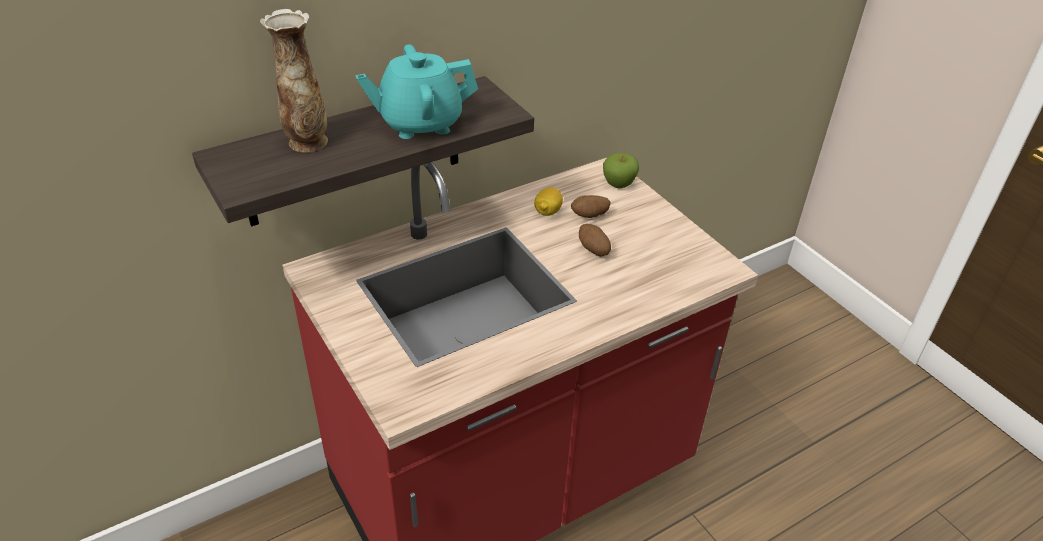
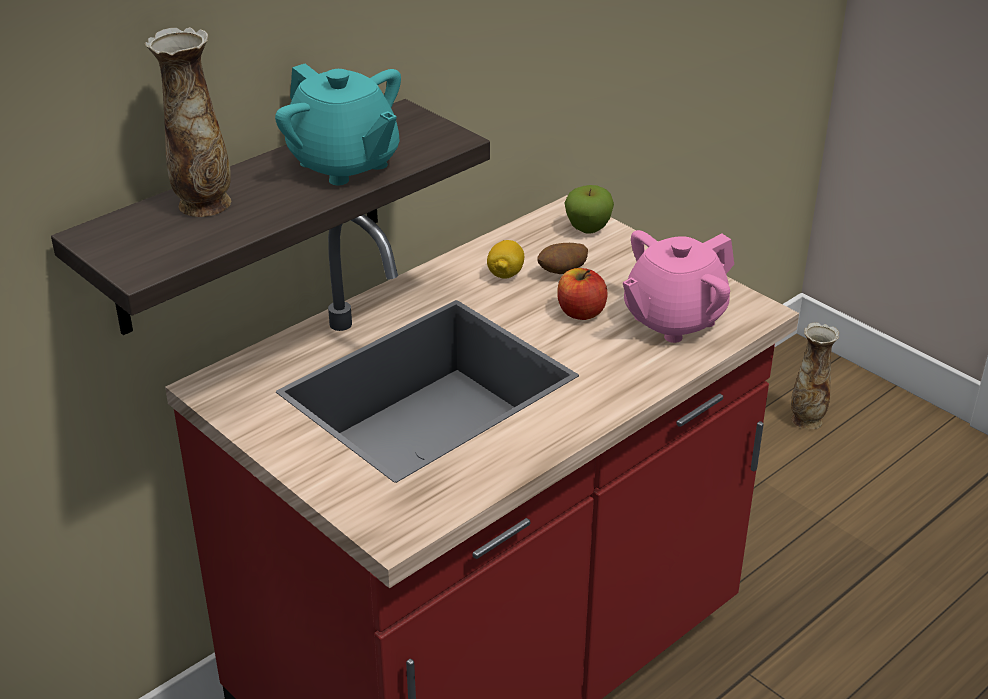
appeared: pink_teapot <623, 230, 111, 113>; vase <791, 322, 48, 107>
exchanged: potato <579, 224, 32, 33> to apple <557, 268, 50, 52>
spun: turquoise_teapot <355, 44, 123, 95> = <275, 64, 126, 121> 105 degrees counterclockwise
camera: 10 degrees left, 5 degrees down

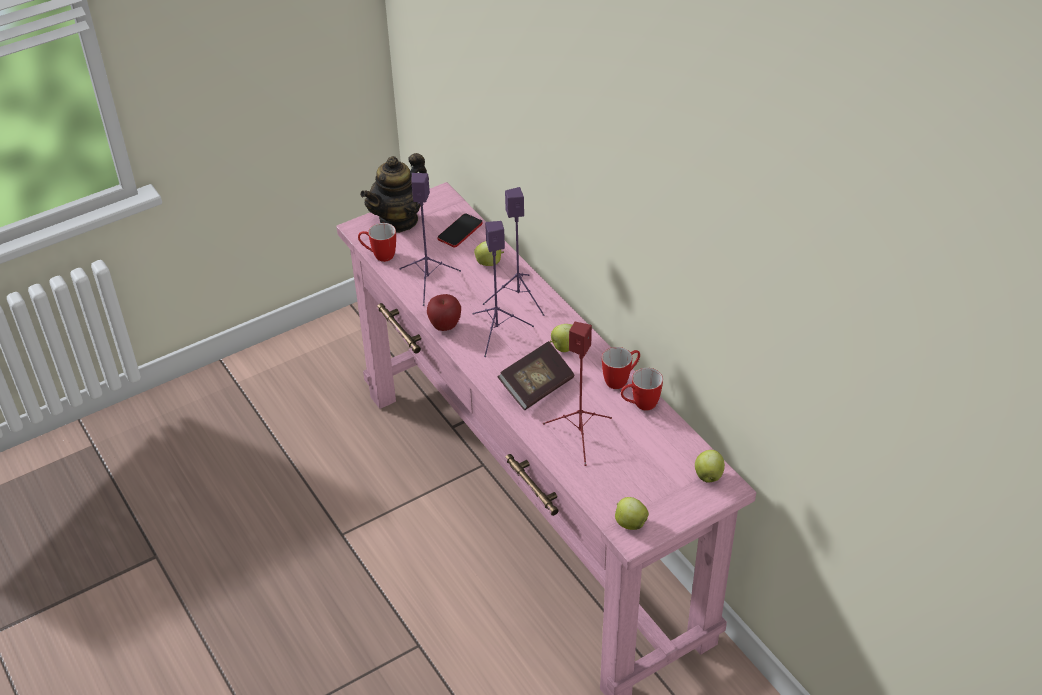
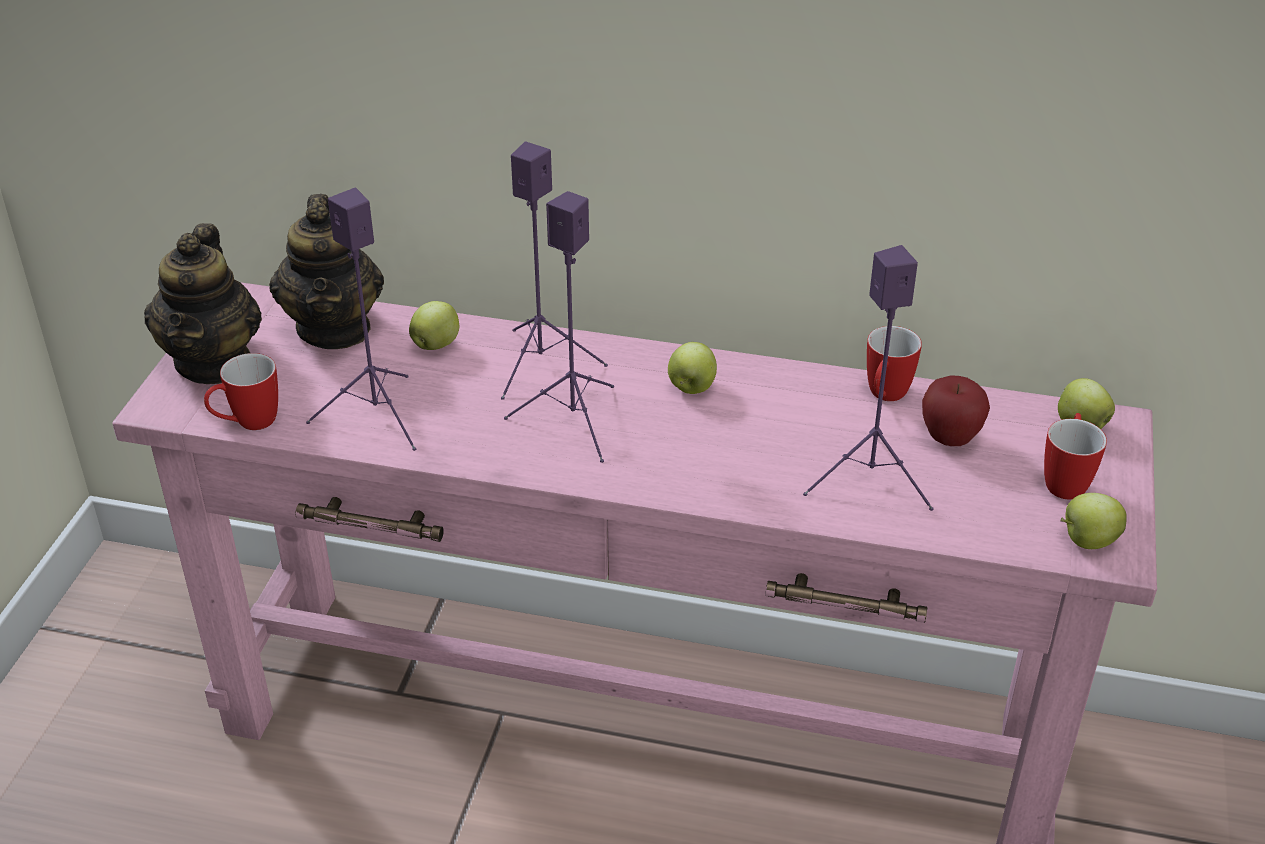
missing: book <498, 341, 76, 69>
relocated: apple <427, 294, 34, 37> to <922, 376, 68, 70>; mug <602, 347, 38, 42> to <1044, 413, 63, 86>
exchanged: phone <438, 213, 45, 35> to teapot <269, 194, 115, 155>
colour: red_speaker <543, 322, 69, 144> to purple_speaker <803, 245, 131, 266>
camera: 45 degrees left, 5 degrees down

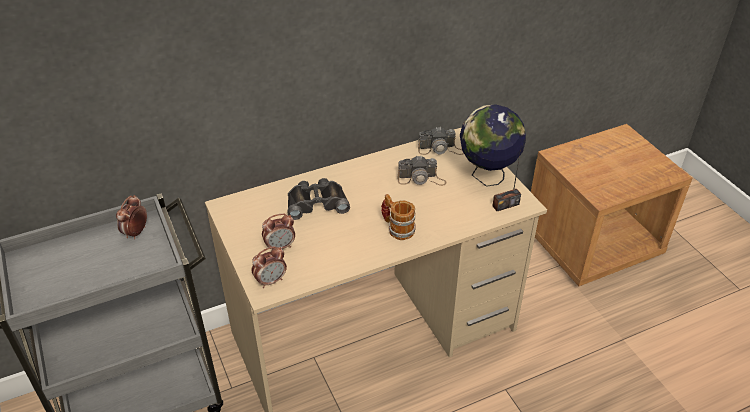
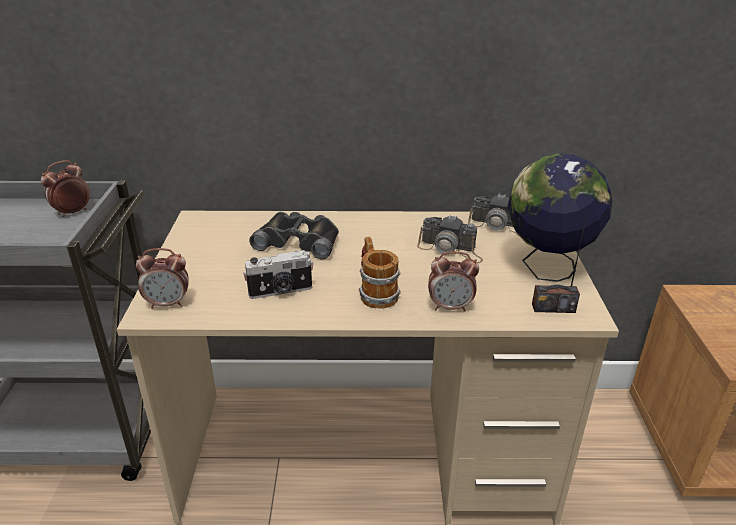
appeared: photo_camera <243, 250, 70, 49>
relocated: alarm_clock <262, 214, 33, 35> to <428, 251, 51, 61>
camera: 25 degrees right, 10 degrees down

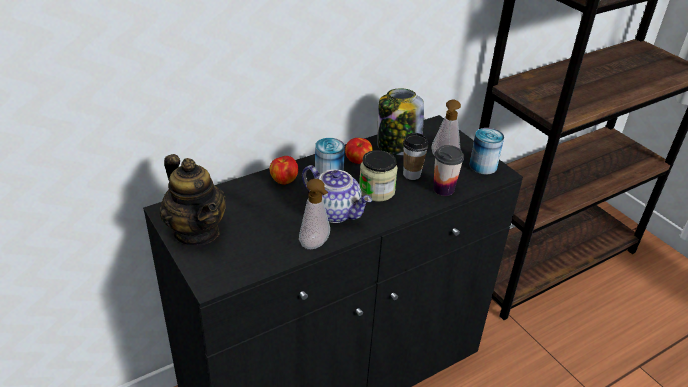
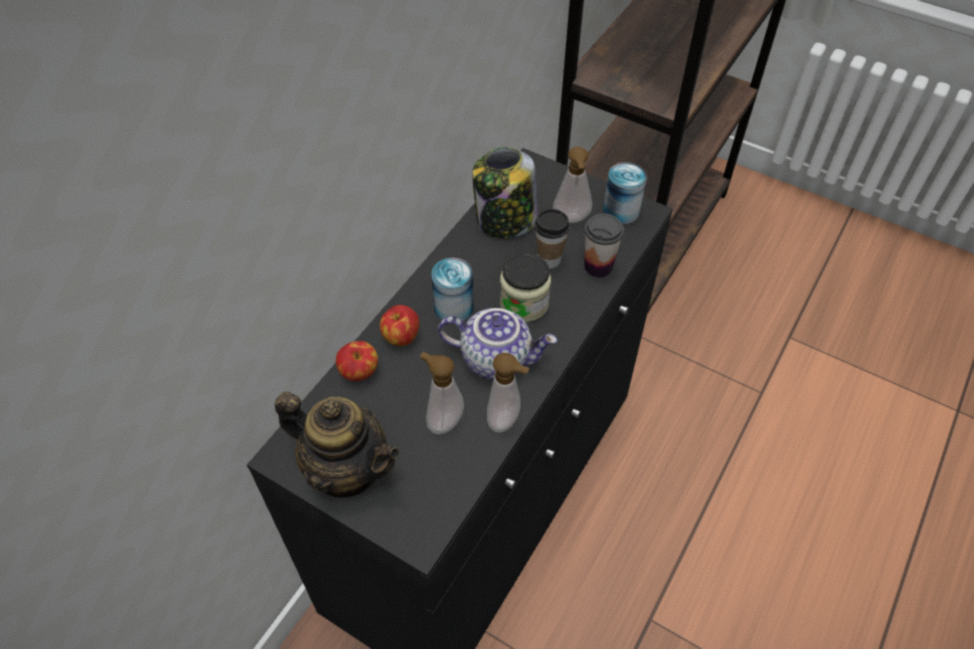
appeared: soap_dispenser <420, 352, 44, 82>
relocated: apple <345, 138, 28, 26> to <336, 341, 42, 40>
camera: 25 degrees left, 15 degrees up

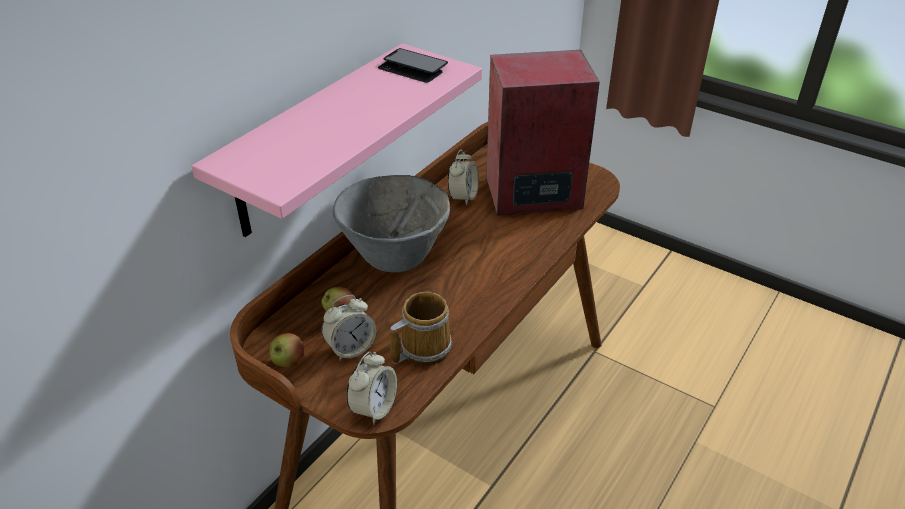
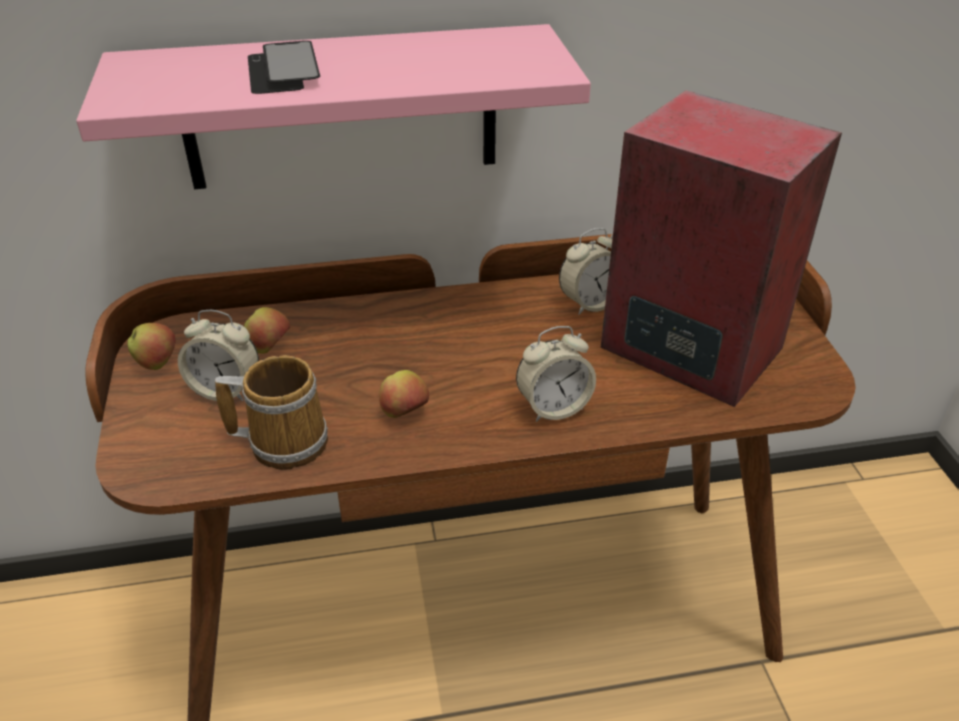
missing: grey_bowl <332, 175, 118, 97>
appeared: apple <379, 370, 50, 48>
relocated: phone <378, 48, 70, 35> to <248, 41, 72, 53>; alarm_clock <346, 352, 51, 73> to <516, 326, 80, 96>
camera: 45 degrees right, 0 degrees up

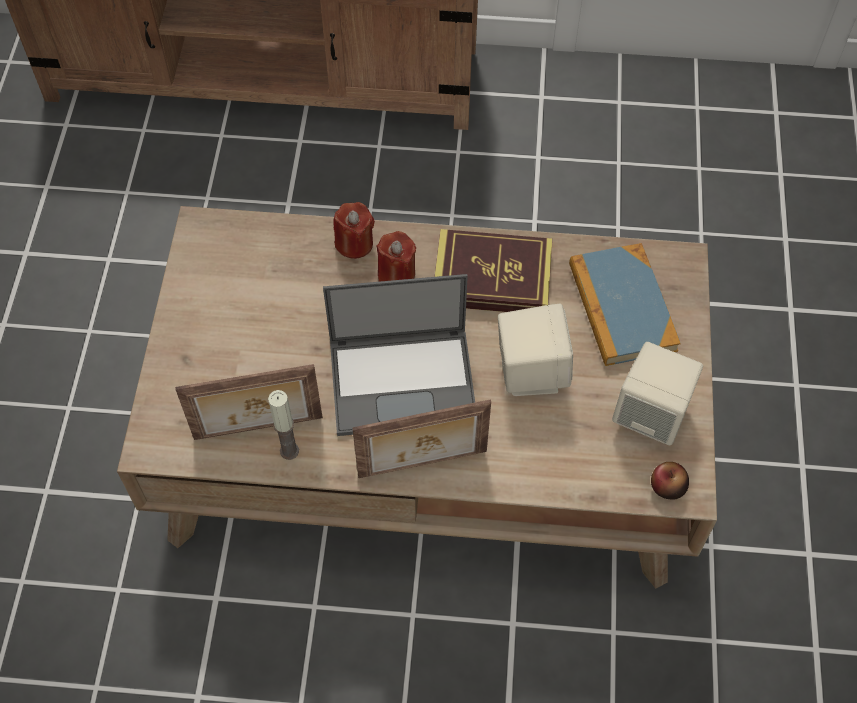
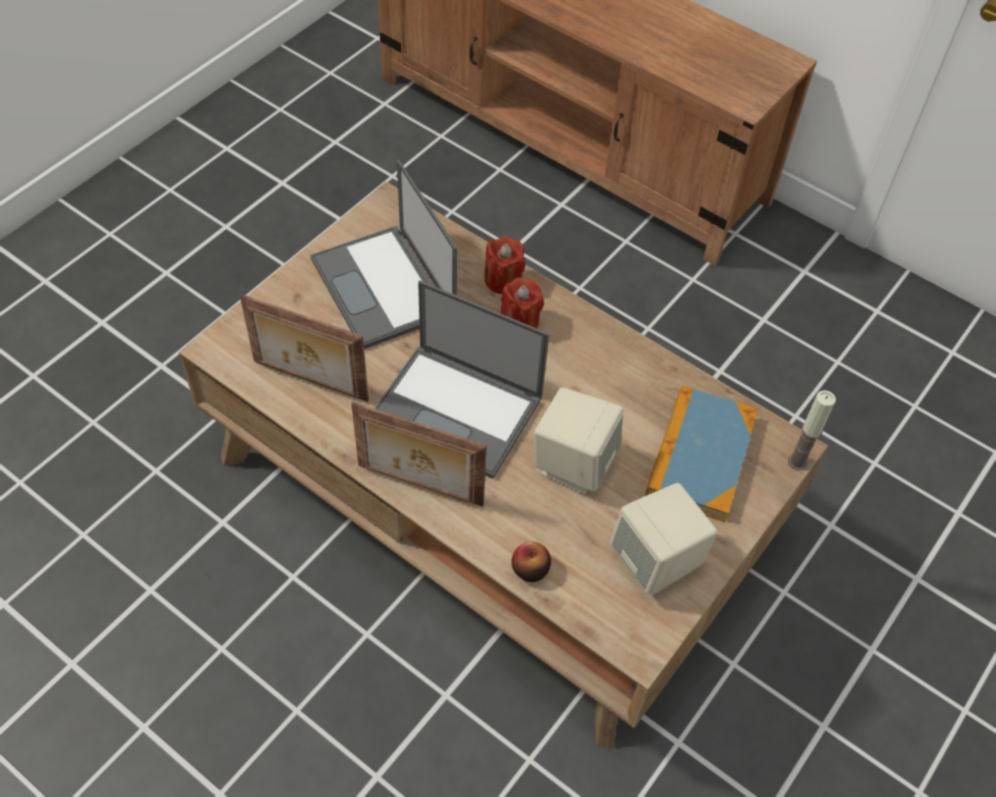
missing: book <435, 229, 117, 83>
appeared: laptop <310, 159, 147, 190>
relocated: candle <268, 390, 31, 70> to <788, 390, 48, 80>; apple <651, 462, 38, 37> to <511, 542, 40, 40>
camera: 30 degrees right, 5 degrees down

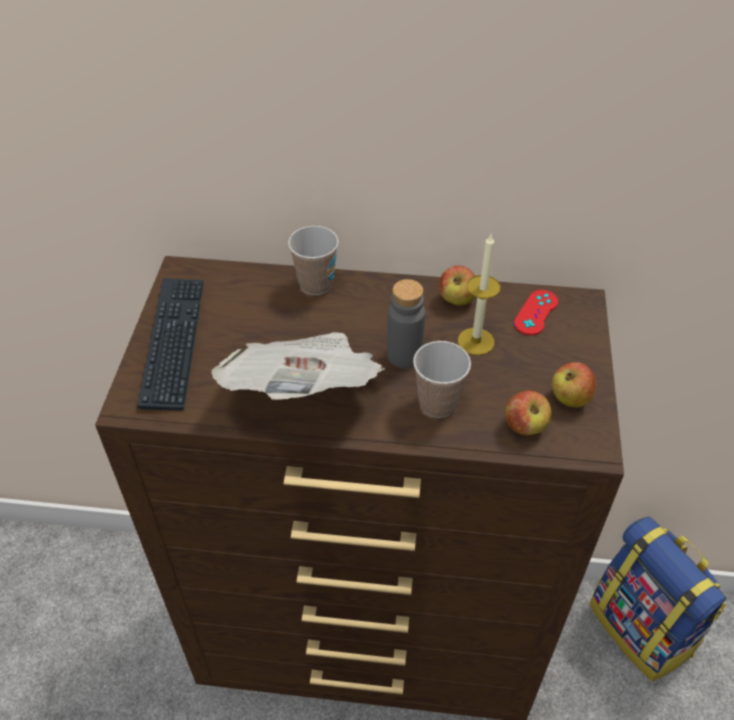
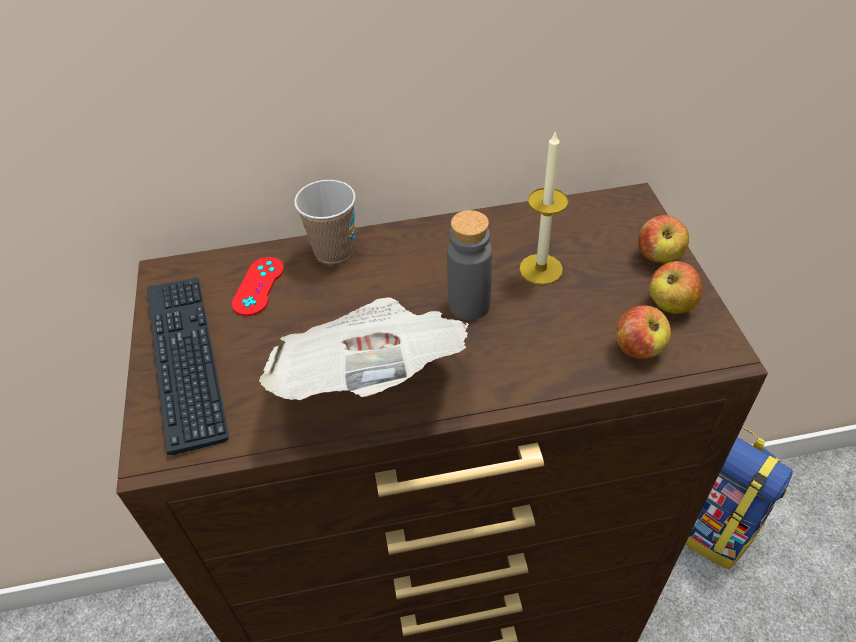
missing: cup <413, 341, 58, 77>
relocated: apple <438, 265, 37, 41> to <638, 215, 51, 49>; red_game_controller <514, 290, 44, 45> to <231, 257, 53, 59>
camera: 15 degrees left, 0 degrees up

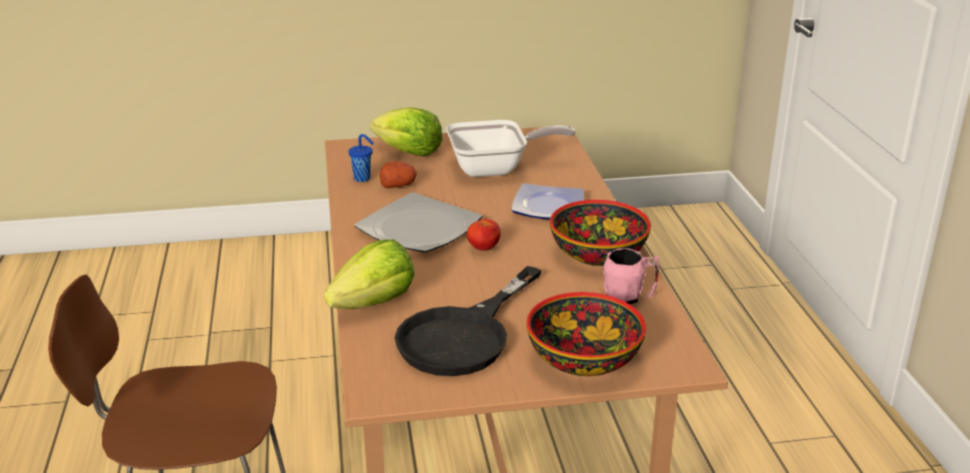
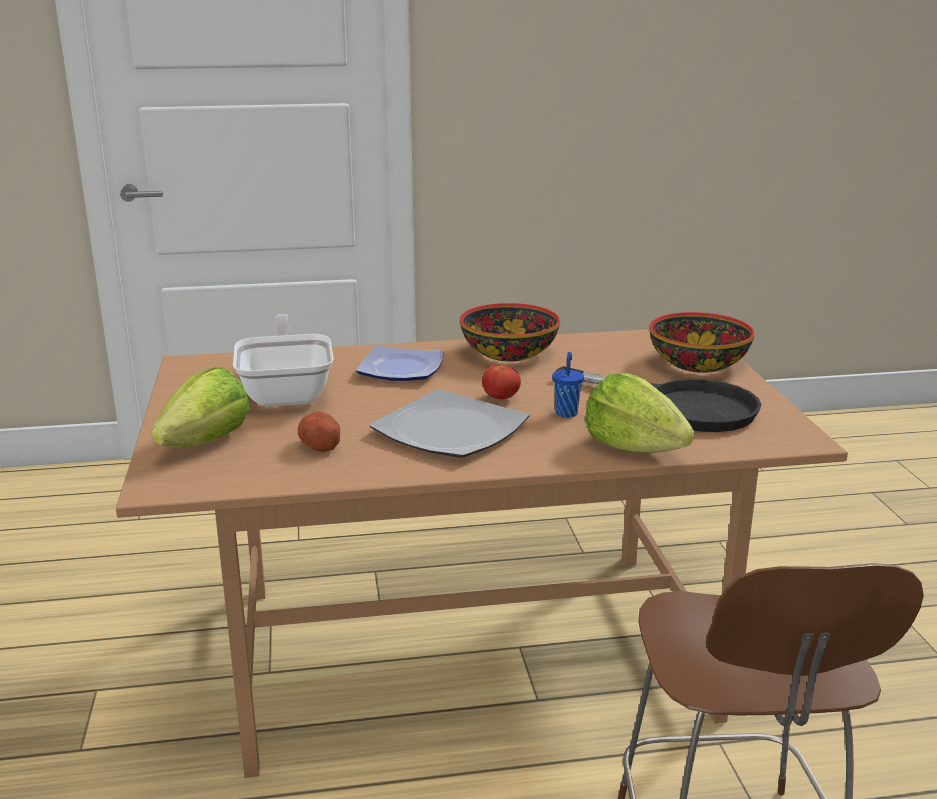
missing: pink_mug <603, 248, 57, 56>
relocated: blue_cup <348, 134, 26, 48> to <552, 352, 32, 66>
camera: 90 degrees left, 5 degrees down

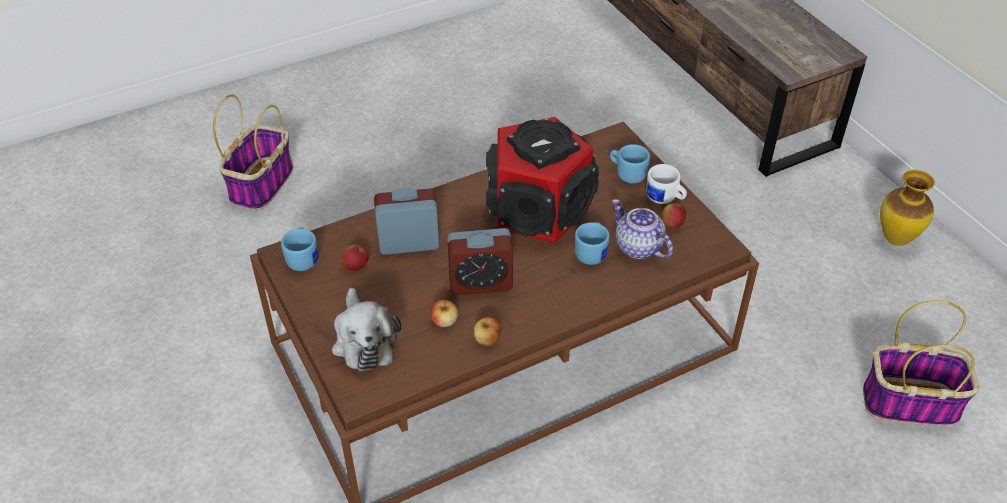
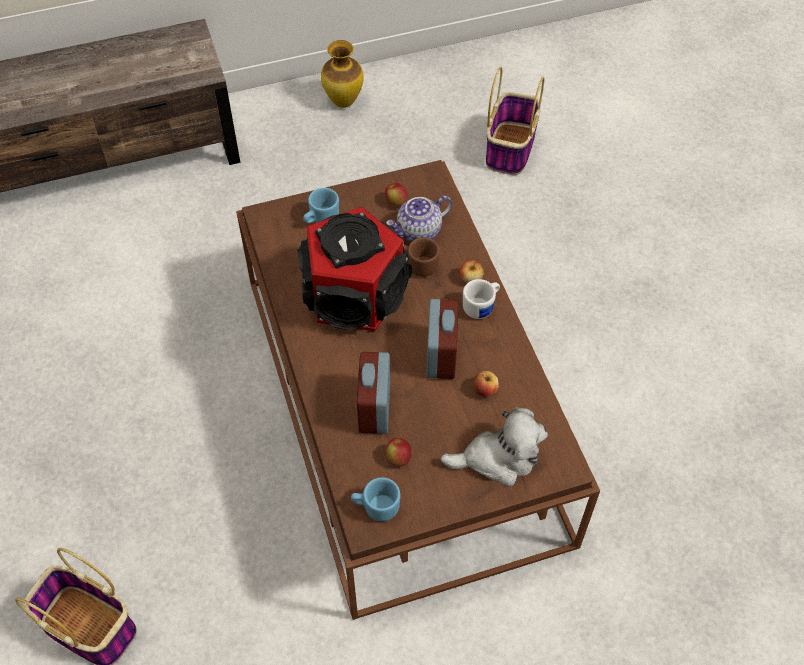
relocated: white_mug <646, 164, 41, 40> to <463, 279, 37, 40>; apple <474, 317, 28, 29> to <460, 259, 24, 24>
colour: blue_mug <575, 222, 35, 43> to brown_mug <403, 238, 37, 39>
camera: 80 degrees left, 10 degrees up

